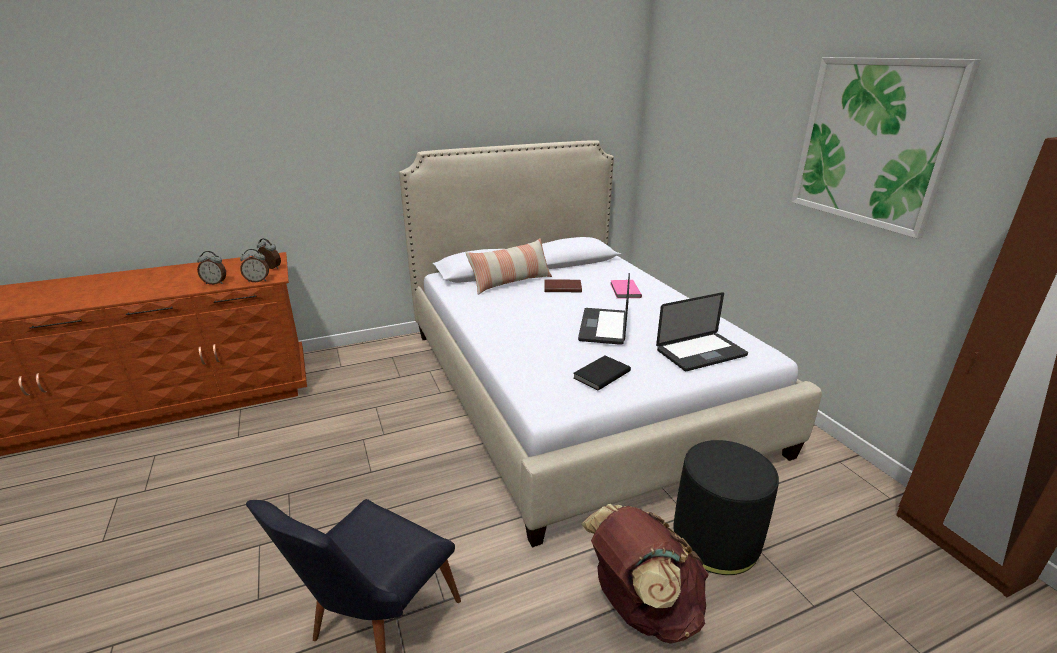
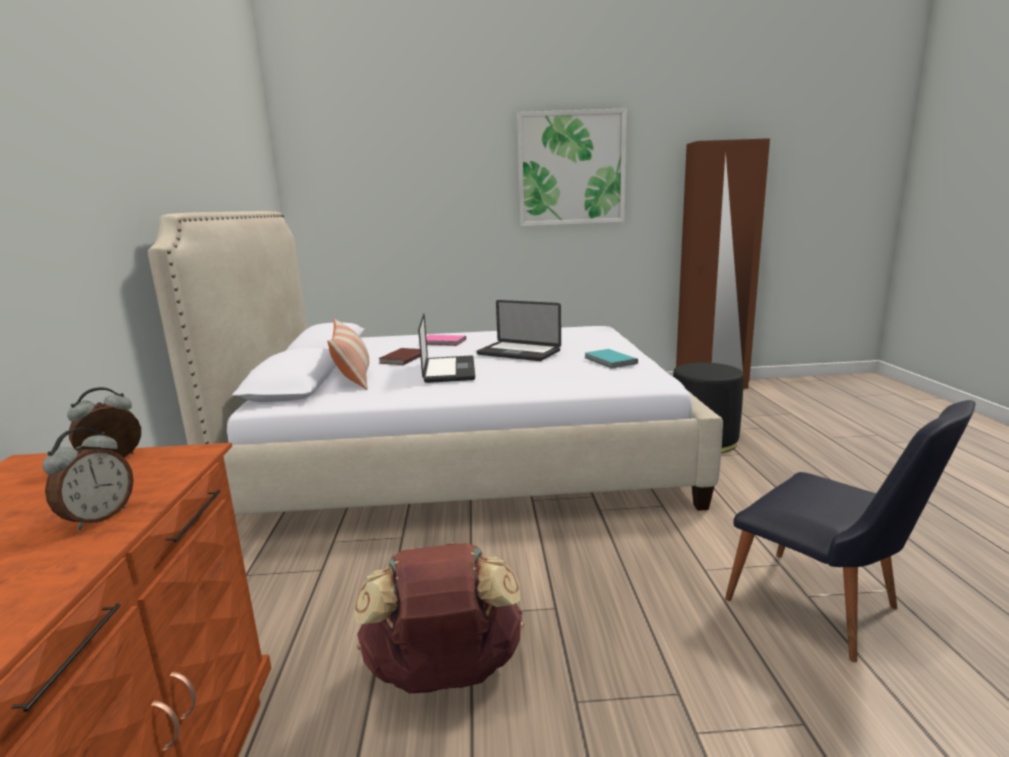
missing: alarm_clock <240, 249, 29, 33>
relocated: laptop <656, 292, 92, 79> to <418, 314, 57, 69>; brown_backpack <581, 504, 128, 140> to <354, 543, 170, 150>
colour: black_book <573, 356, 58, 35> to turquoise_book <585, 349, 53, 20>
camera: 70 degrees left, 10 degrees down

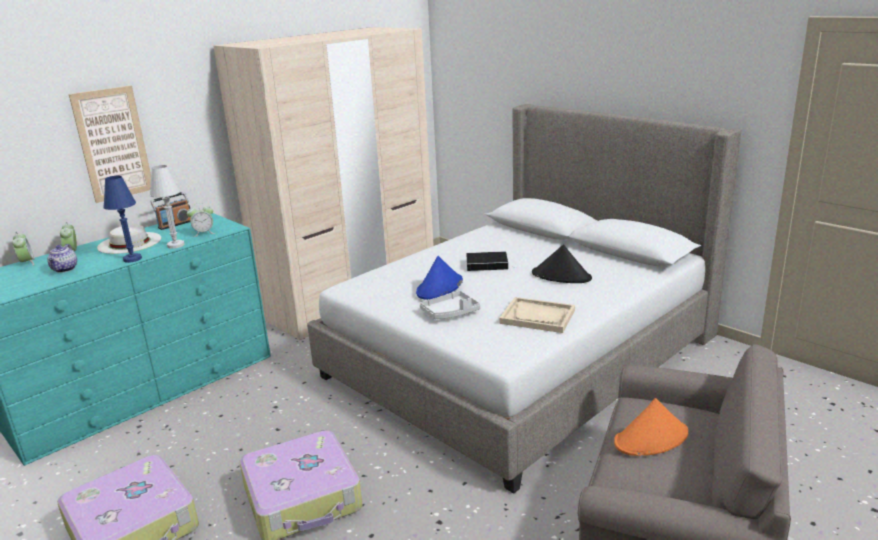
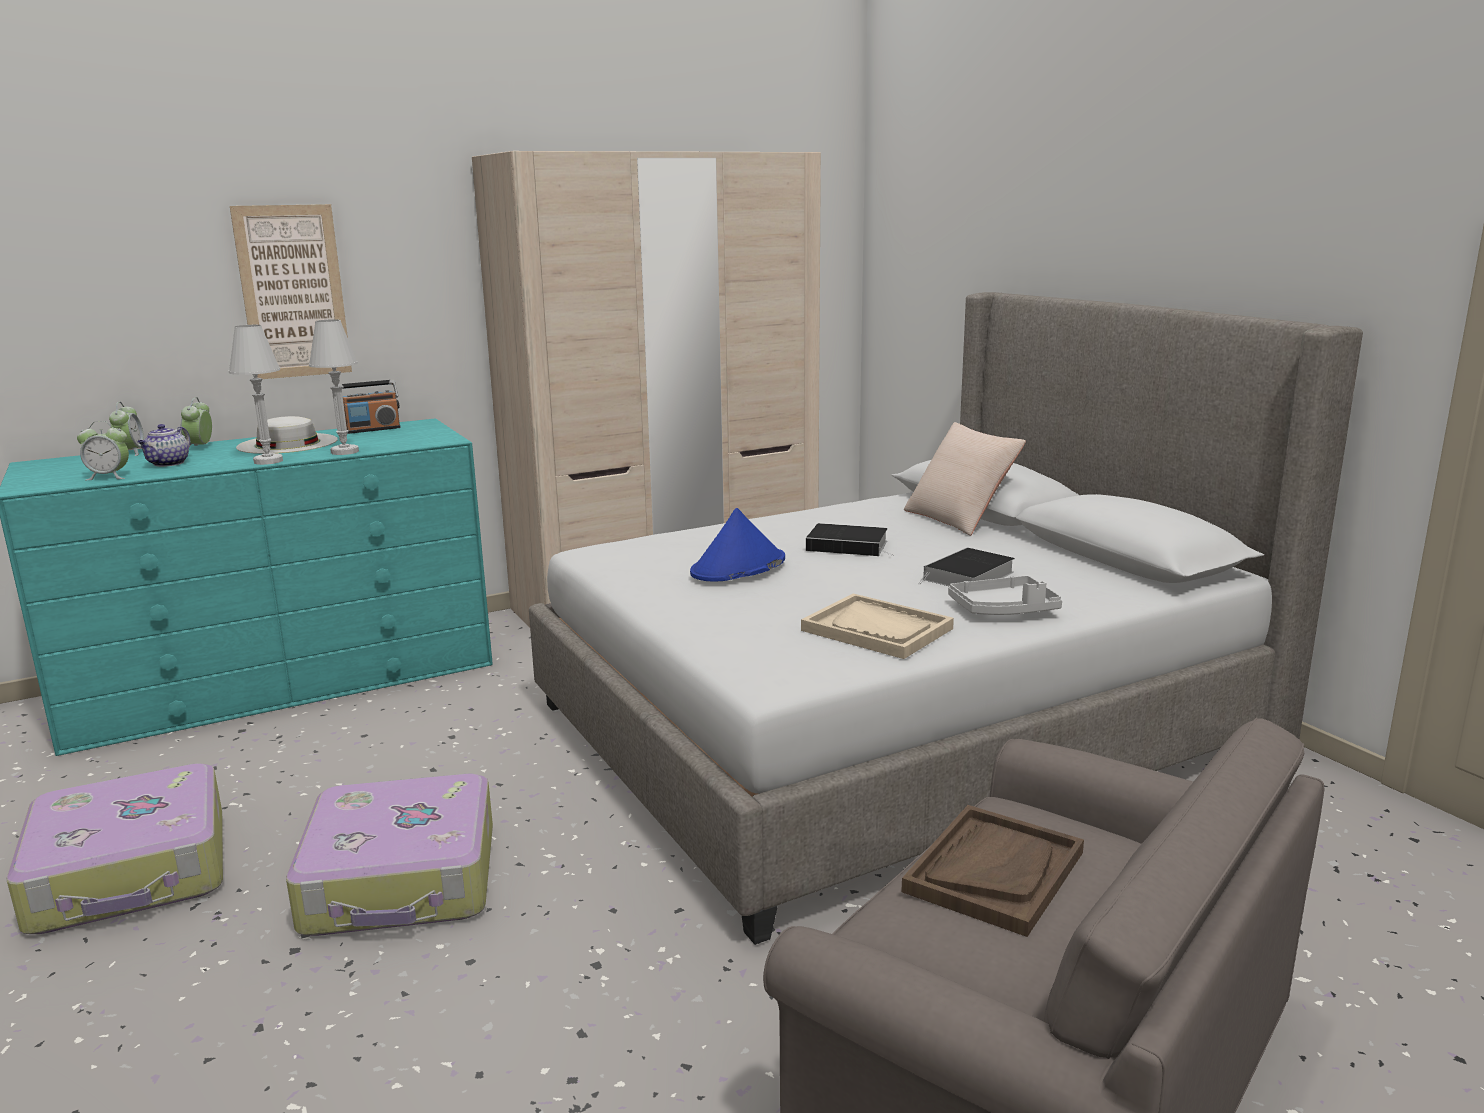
appeared: beige_pillow <904, 422, 122, 114>
relocated: alarm_clock <187, 203, 28, 34> to <77, 421, 52, 59>; grey_tray <420, 291, 60, 28> to <948, 576, 114, 39>
exchanged: black_hat <532, 245, 60, 38> to book <918, 548, 97, 38>; orange_hat <614, 398, 74, 58> to brown_tray <901, 805, 183, 132>
colour: blue_table_lamp <103, 176, 39, 87> to white_table_lamp <229, 325, 54, 140>
camera: 15 degrees right, 5 degrees down

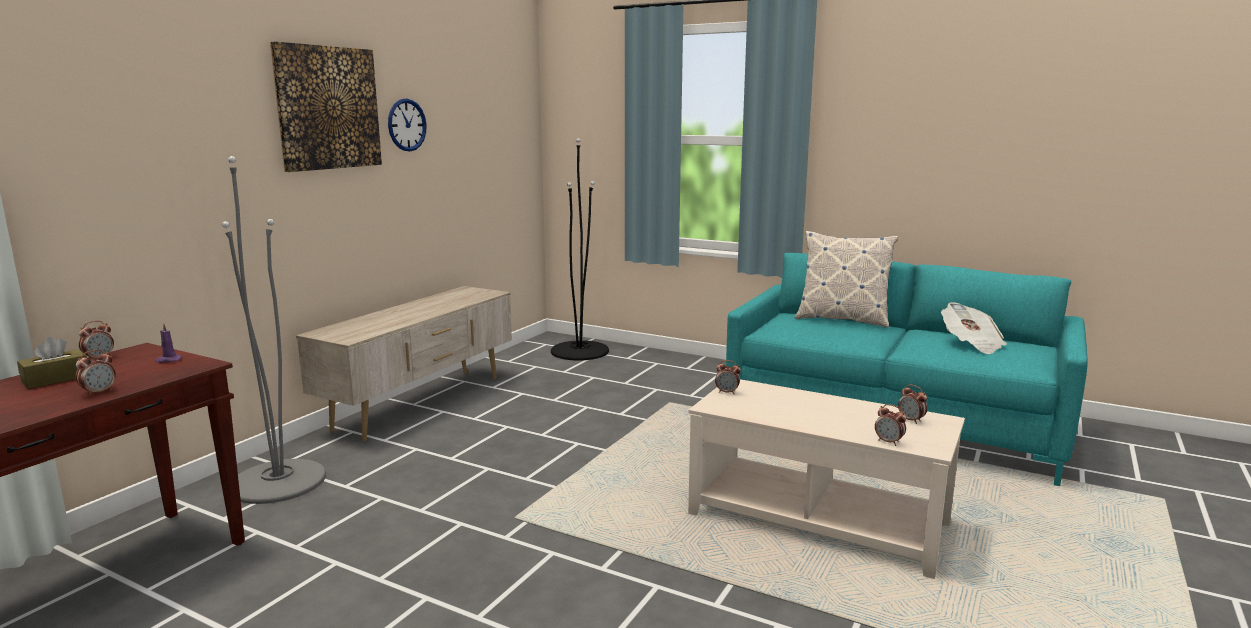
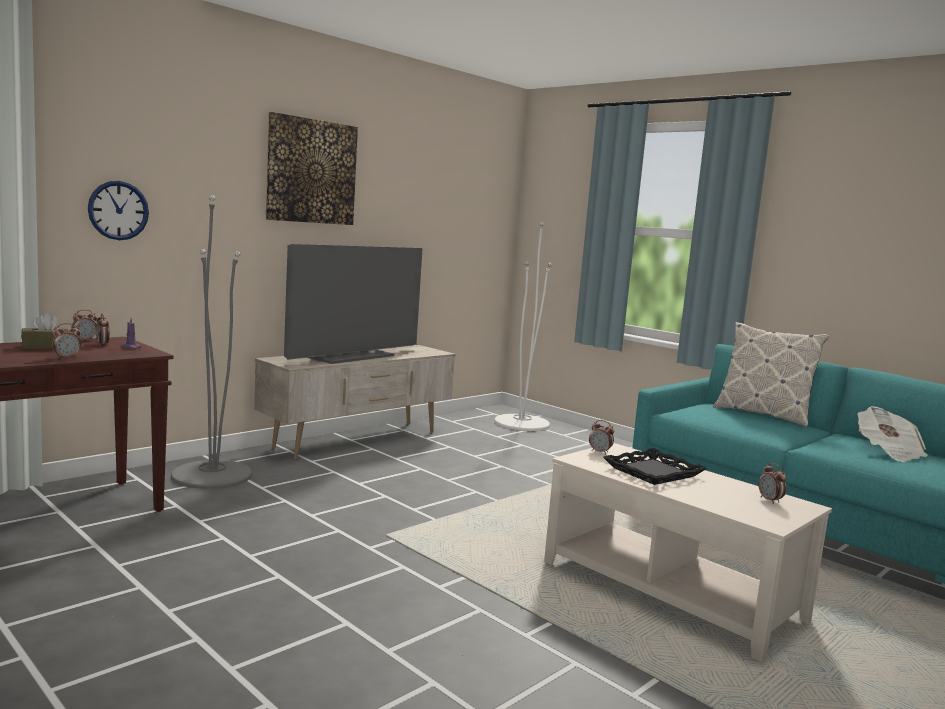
appeared: television <284, 244, 139, 120>; black_tray <603, 448, 104, 37>
relocated: wall_clock <388, 99, 39, 52> to <88, 181, 61, 59>; alarm_clock <875, 404, 31, 42> to <96, 313, 14, 33>
colour: black_floor_lamp <551, 138, 58, 222> to white_floor_lamp <494, 222, 58, 209>
camera: 15 degrees right, 5 degrees down

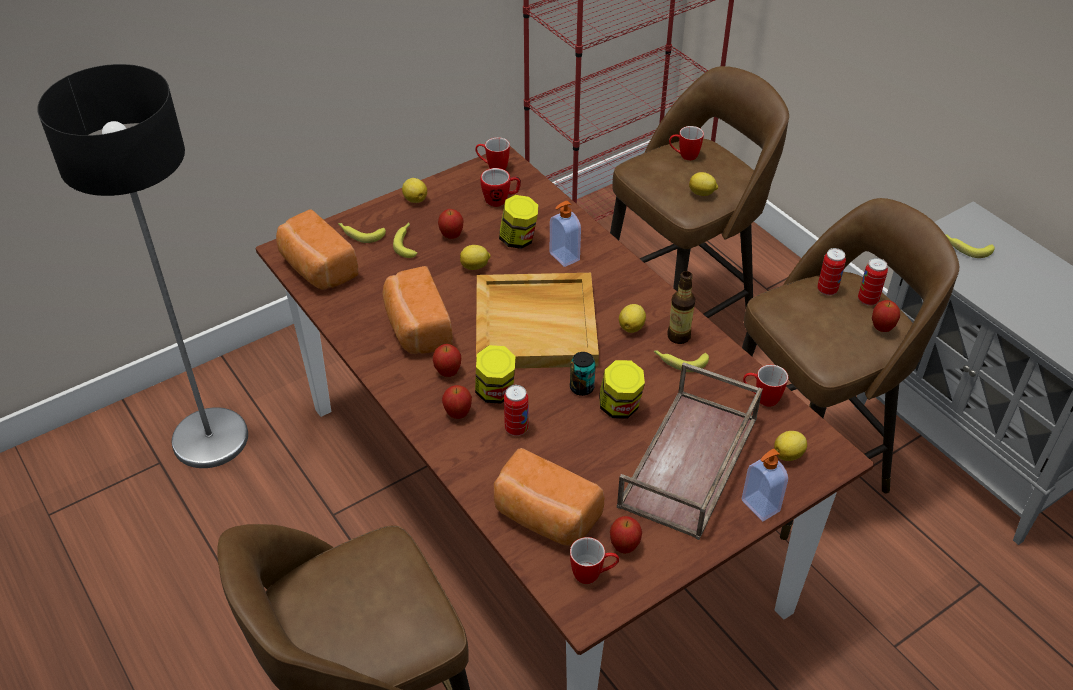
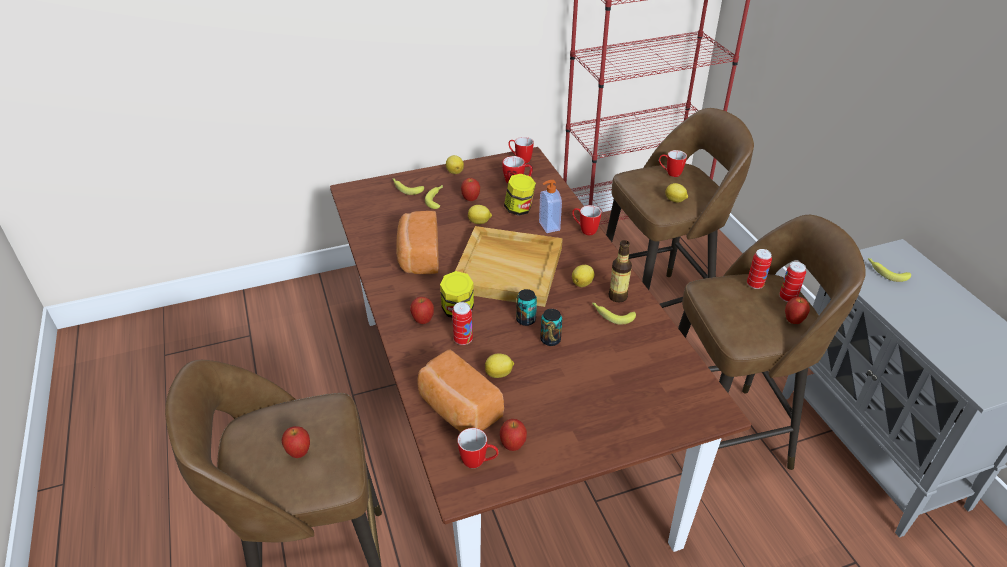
missing: floor_lamp <37, 64, 211, 404>; bread <276, 209, 82, 81>; brown_tray <617, 362, 146, 178>; soap_dispenser <742, 449, 46, 72>
relocated: apple <433, 344, 28, 33> to <281, 426, 29, 32>; mug <743, 365, 45, 42> to <572, 205, 29, 30>; lemon <774, 431, 33, 30> to <485, 353, 29, 25>
exchanged: jar <599, 360, 46, 58> to can <540, 309, 22, 37>
camera: 15 degrees right, 5 degrees down

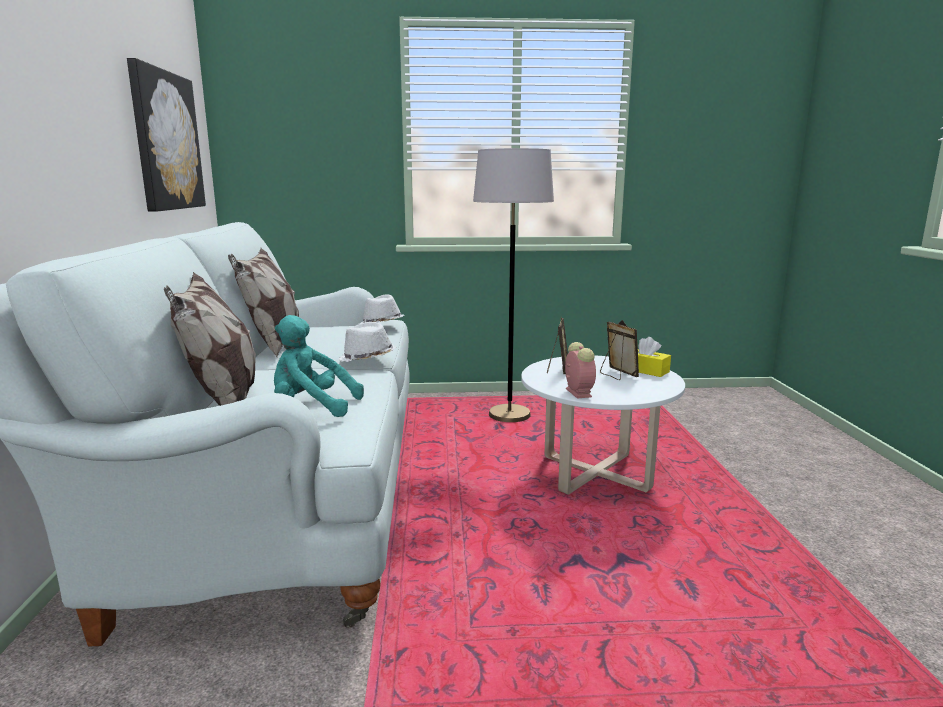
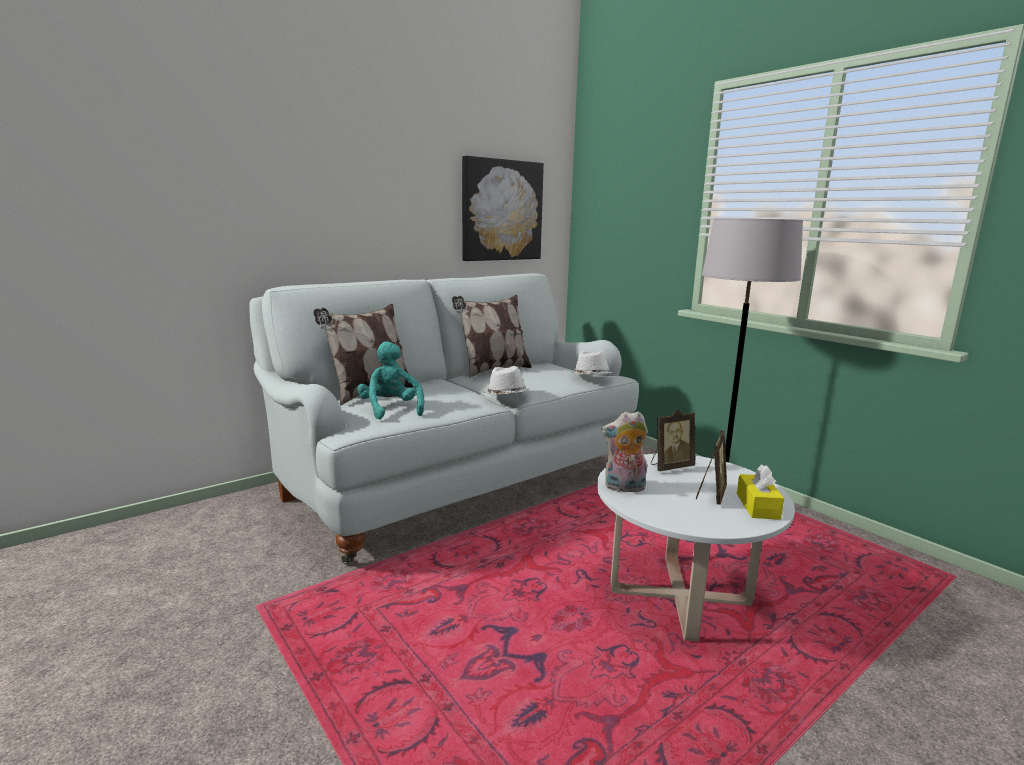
exchanged: alarm_clock <565, 342, 31, 57> to plush_toy <601, 411, 47, 81>
camera: 55 degrees right, 0 degrees up

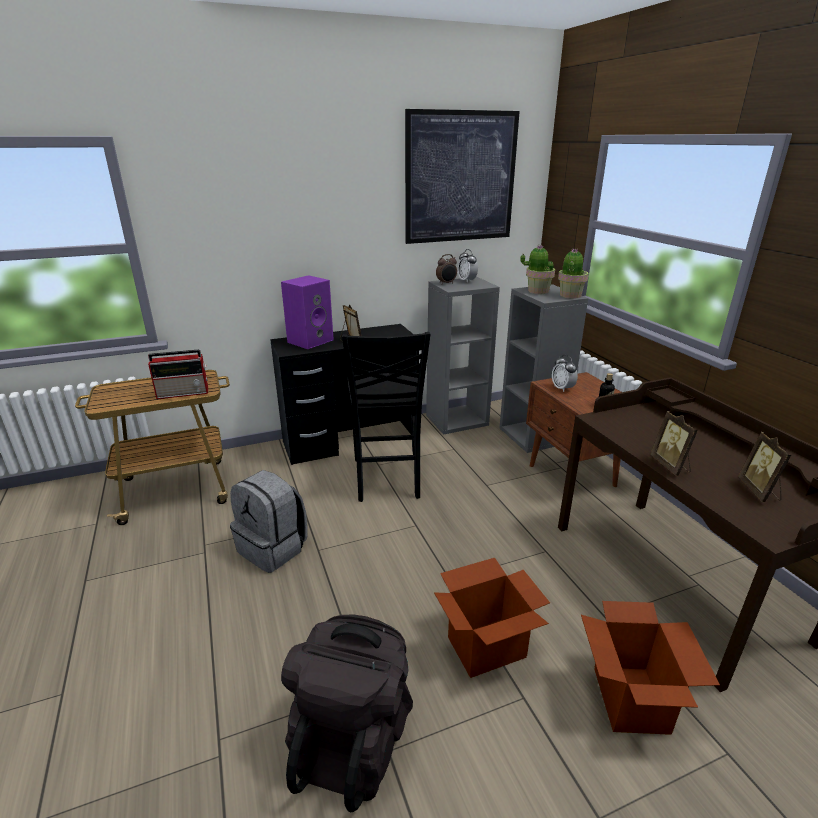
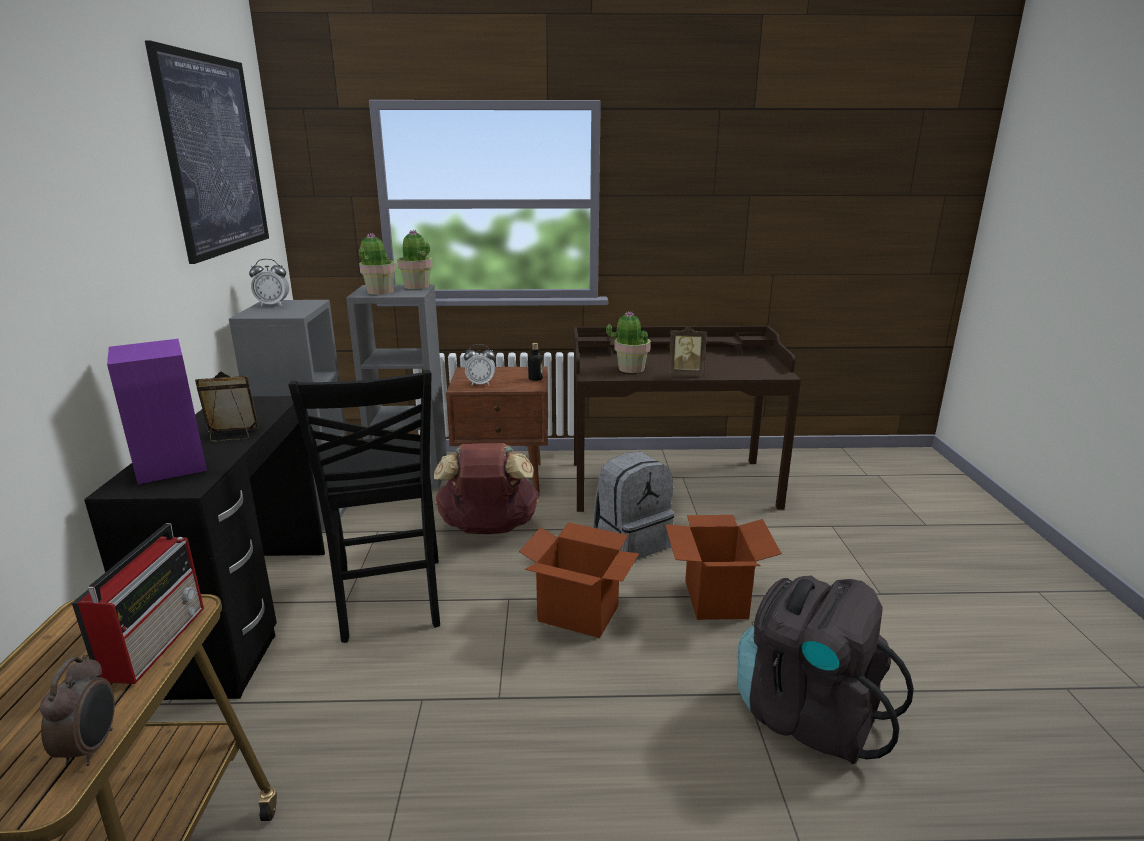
missing: picture_frame <738, 432, 53, 70>
appeared: potted_plant <606, 311, 45, 62>; brown_backpack <434, 443, 106, 91>
relocated: alarm_clock <436, 254, 21, 30> to <40, 655, 75, 111>; grey_backpack <230, 470, 78, 103> to <593, 452, 81, 108>; cardboard_box <581, 601, 139, 134> to <519, 522, 120, 116>
spun: black_chair <342, 332, 89, 170> = <288, 370, 152, 273> 60 degrees clockwise
camera: 70 degrees left, 5 degrees down

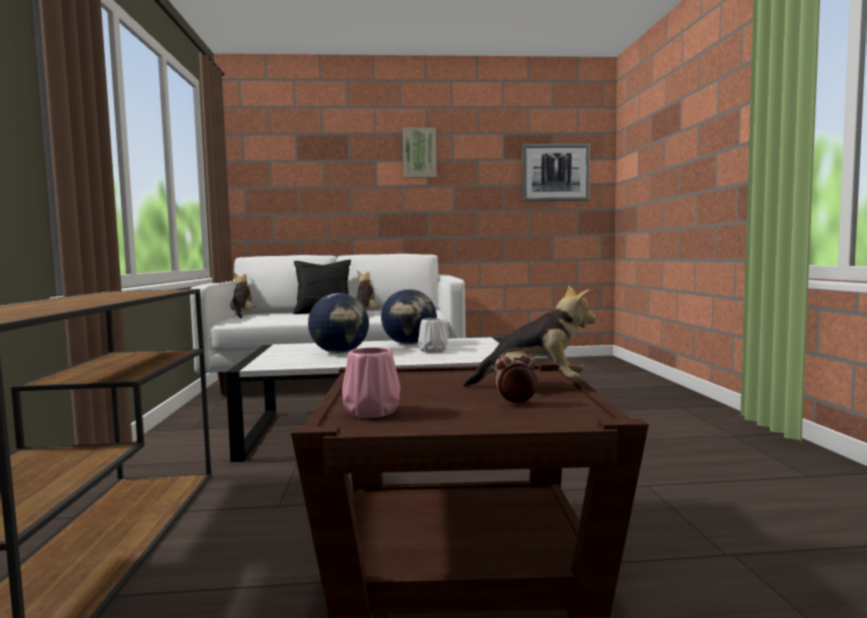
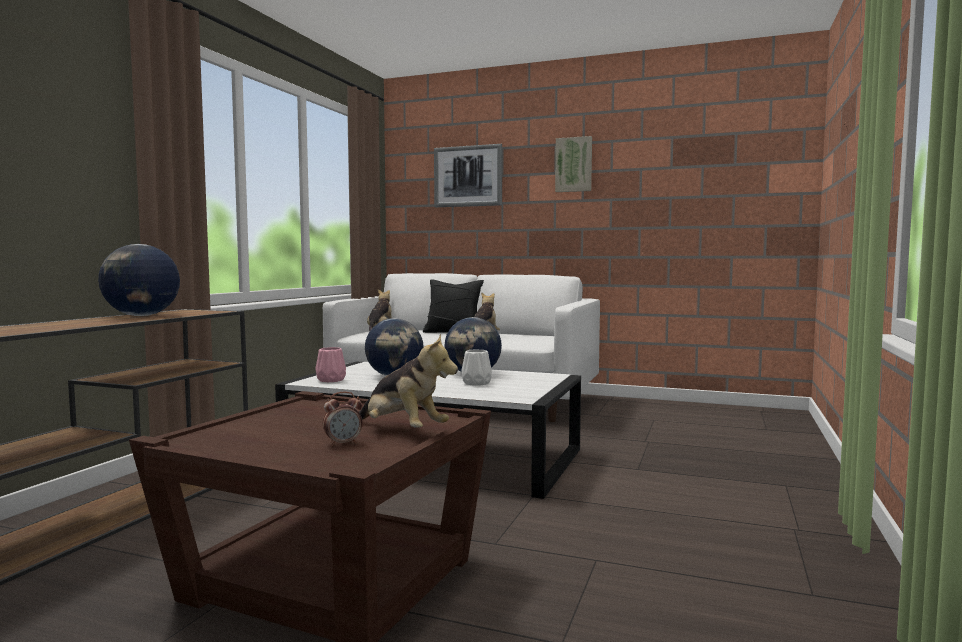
appeared: globe <98, 244, 82, 72>
relocated: picture <522, 143, 68, 59> to <434, 144, 68, 63>; pink_vase <342, 347, 58, 71> to <315, 347, 31, 35>
spun: alarm_clock <495, 348, 43, 57> = <323, 392, 40, 54> 135 degrees clockwise
camera: 25 degrees right, 0 degrees up

